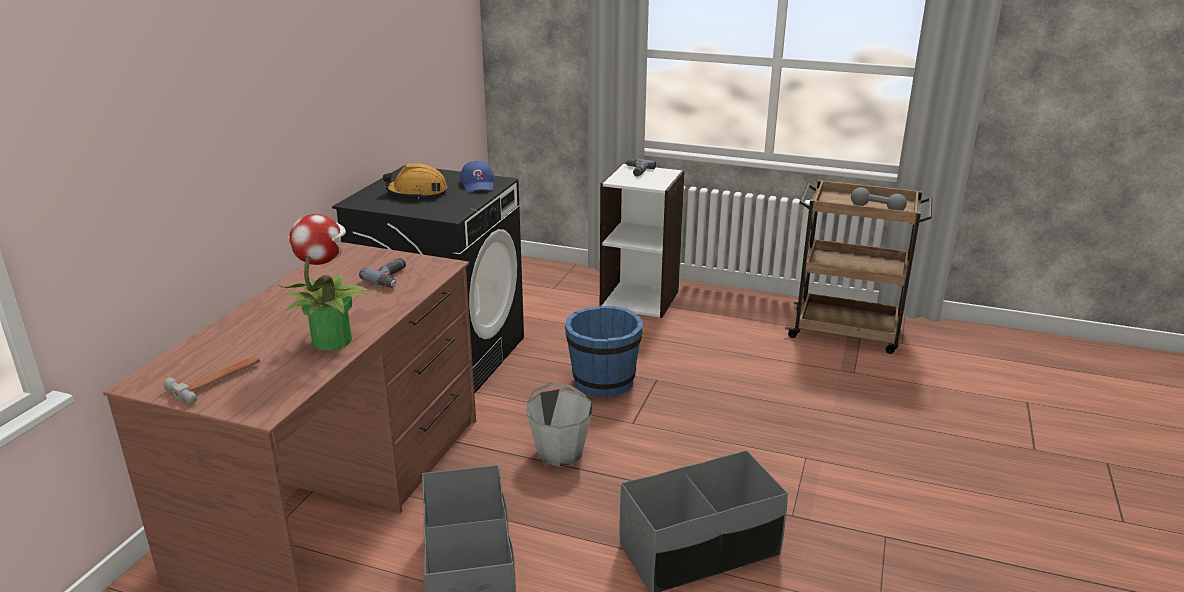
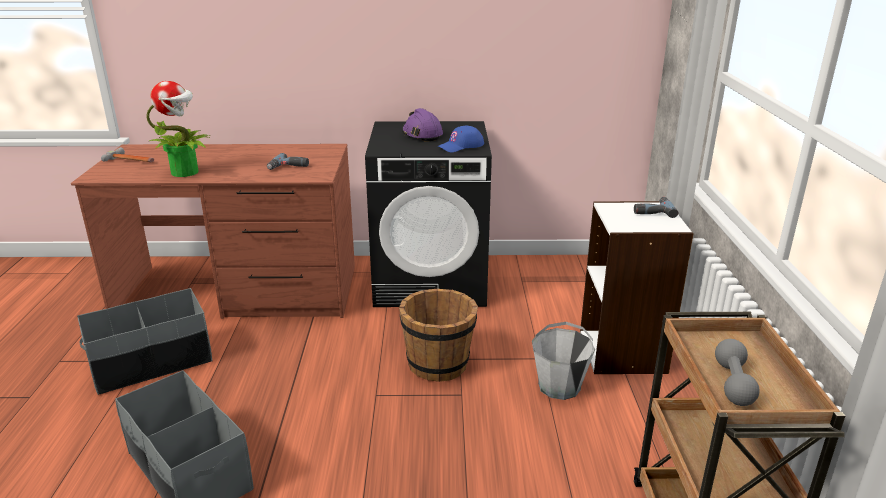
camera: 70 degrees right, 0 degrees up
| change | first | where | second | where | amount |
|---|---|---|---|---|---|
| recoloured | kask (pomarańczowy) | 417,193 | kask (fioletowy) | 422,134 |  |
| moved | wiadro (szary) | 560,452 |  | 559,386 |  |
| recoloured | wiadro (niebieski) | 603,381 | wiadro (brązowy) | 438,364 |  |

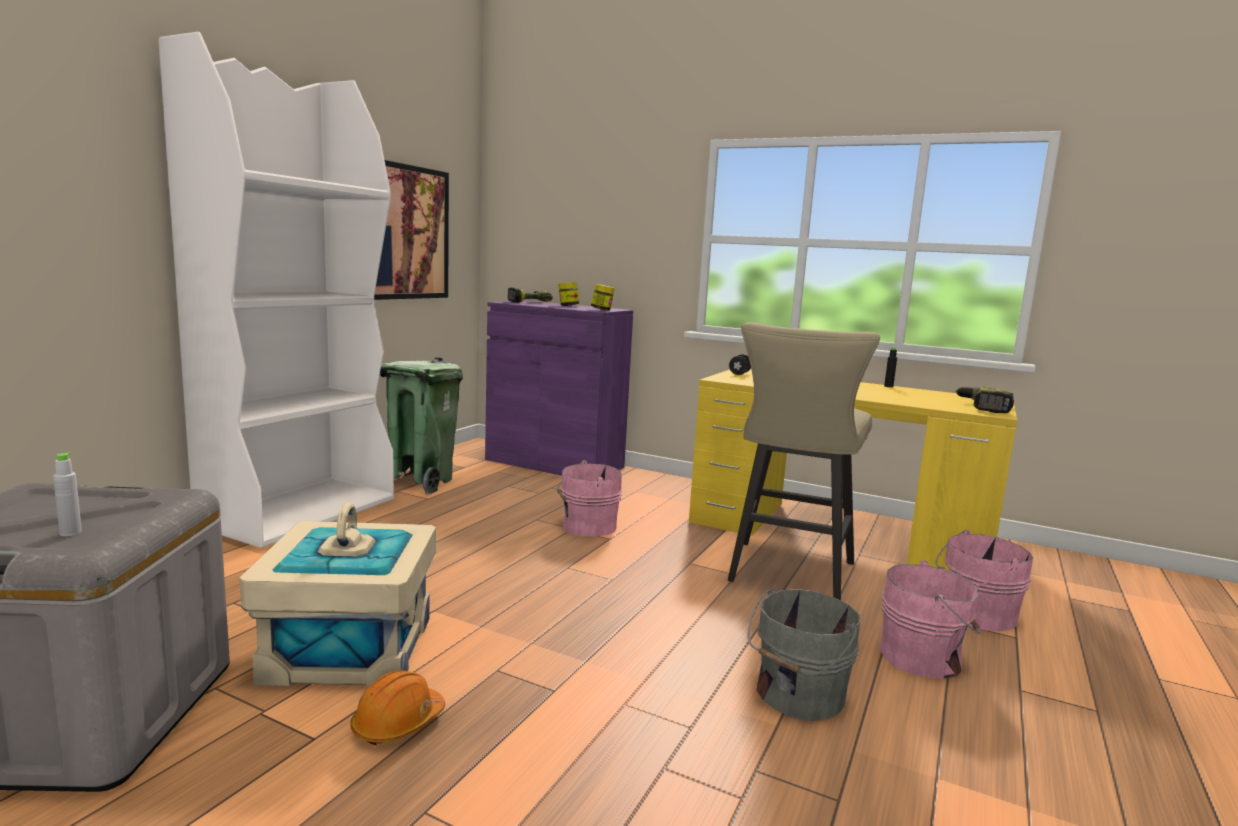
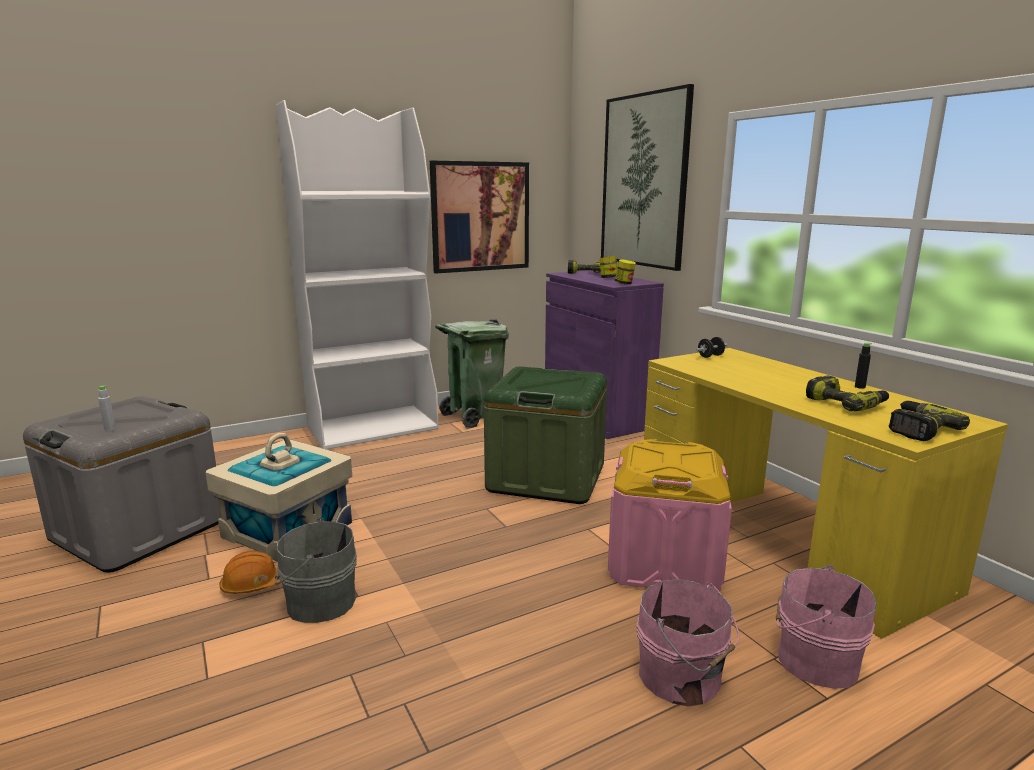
camera: 35 degrees right, 5 degrees up
| change | first | where | second | where | amount |
|---|---|---|---|---|---|
| replaced | wiadro (różowy) | 586,526 | pojemnik do przechowywania (zielony) | 546,477 |  |
| replaced | stołek (beżowy) | 788,575 | pojemnik do przechowywania (różowy) | 663,562 |  |
| moved | wiadro (szary) | 797,695 |  | 318,602 |  |
| added |  |  | obraz | 644,181 |  |
| added |  |  | wiertarka | 846,404 |  |

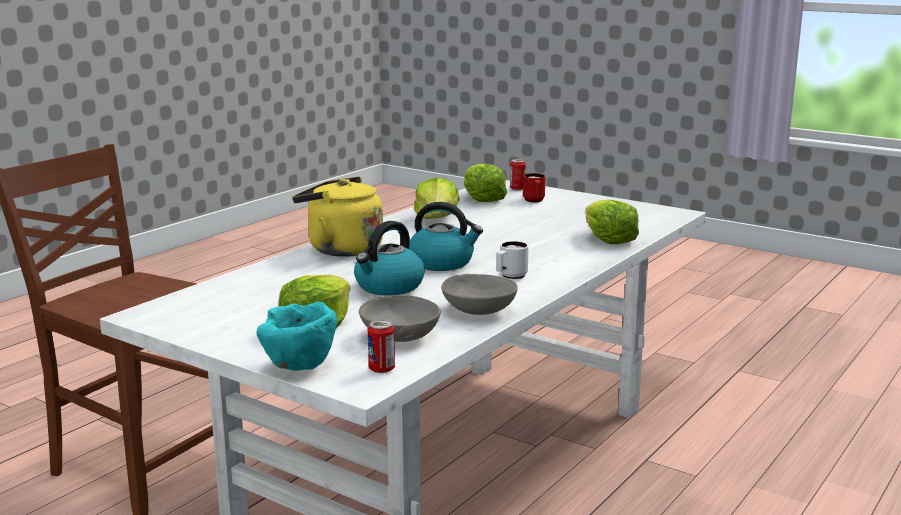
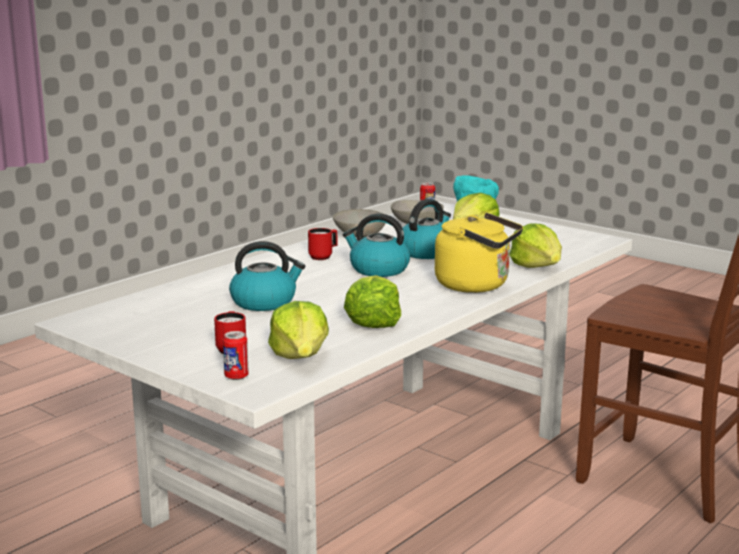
camera: 175 degrees left, 0 degrees up
| change | first | where | second | where | amount |
|---|---|---|---|---|---|
| recoloured | kubek (biały) | 510,277 | kubek (czerwony) | 323,256 |  |
| moved | sałata | 608,240 |  | 537,266 |  |
| added |  |  | czajnik | 264,302 |  |

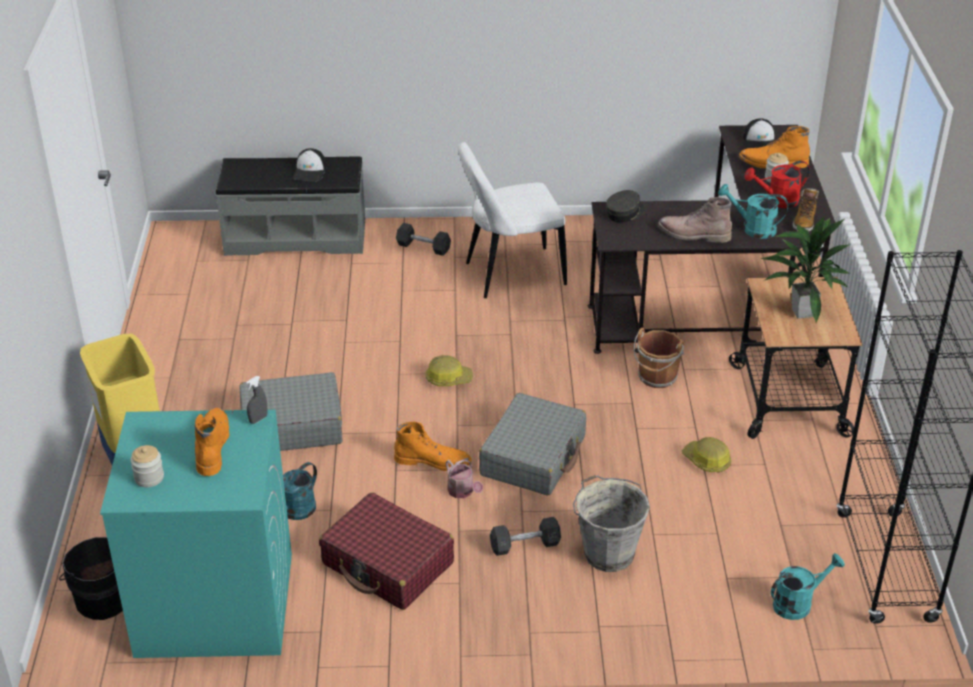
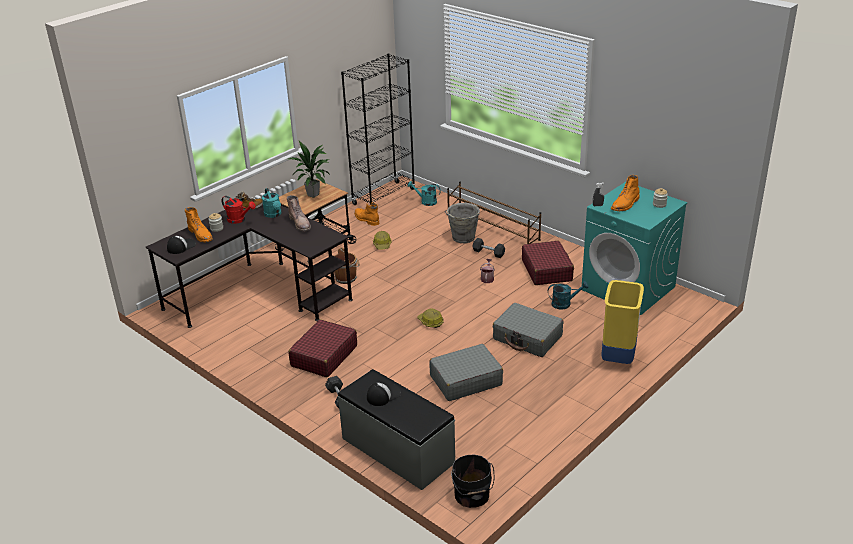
camera: 135 degrees left, 5 degrees down
| change | first | where | second | where | amount |
|---|---|---|---|---|---|
| moved | wiadro (czarny) | 101,597 |  | 472,496 |  |
| moved | but z cholewką (pomarańczowy) | 433,461 |  | 366,219 |  |
| replaced | krzesło (biały) | 510,274 | walizka (czerwony) | 324,356 |  |
| moved | walizka (szary) | 533,456 |  | 465,380 |  |
| removed | czapka z daszkiem (szary) | 625,213 |  |  |  |
| added |  |  | regał na buty (brązowy) | 493,227 |  |

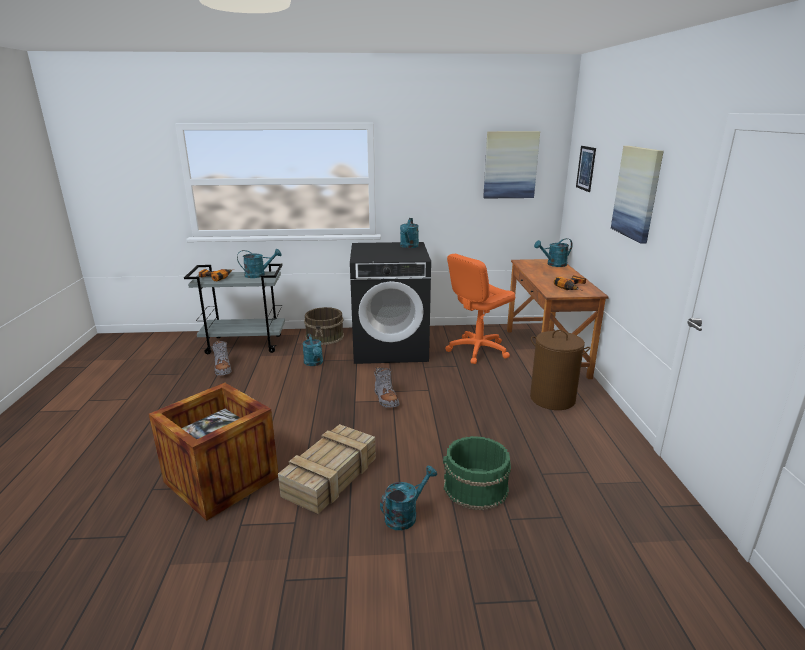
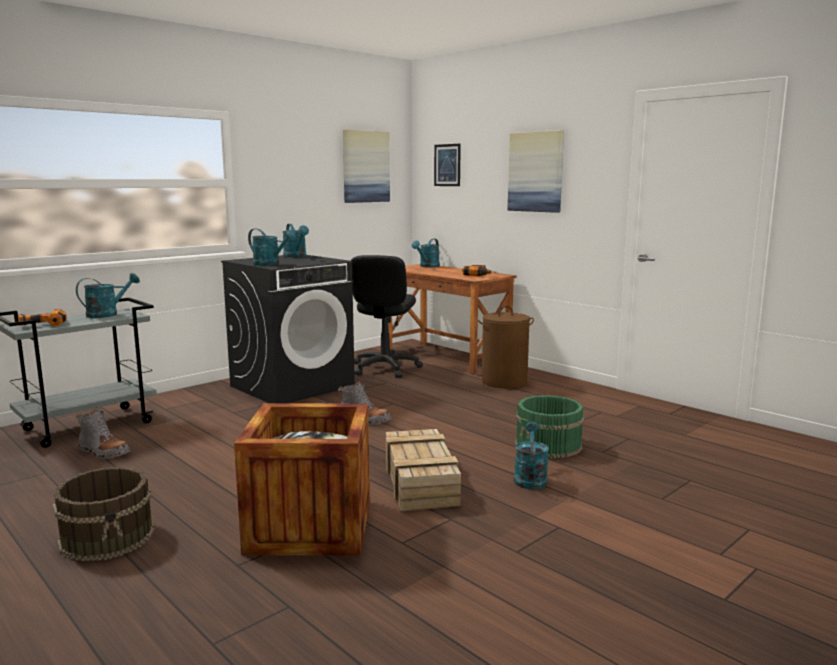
camera: 40 degrees left, 10 degrees down
| change | first | where | second | where | amount |
|---|---|---|---|---|---|
| moved | konewka (turkusowy) | 314,363 |  | 270,264 |  |
| moved | wiadro (brązowy) | 325,336 |  | 108,536 |  |
| recoloured | krzesło biurowe (pomarańczowy) | 477,350 | krzesło biurowe (czarny) | 385,368 |  |

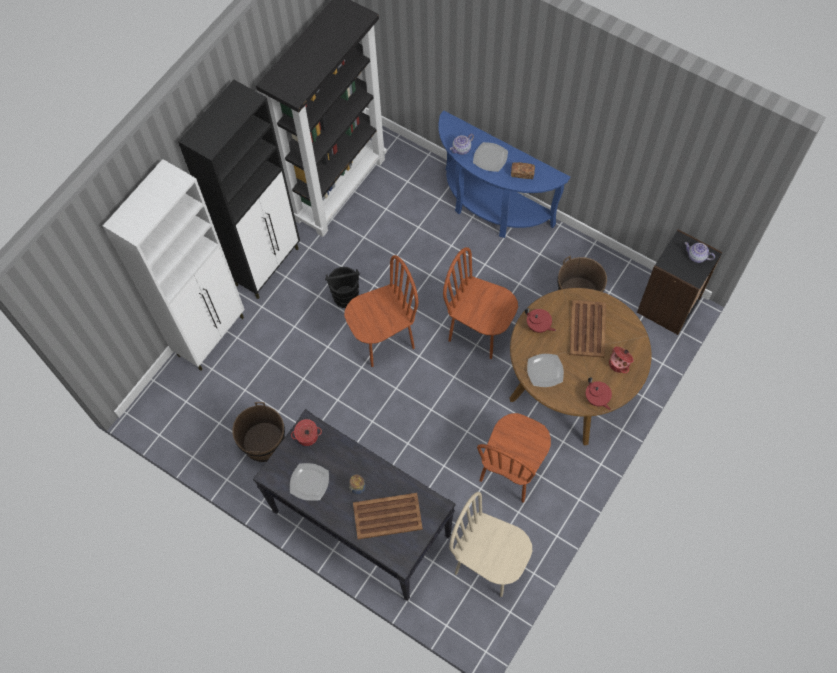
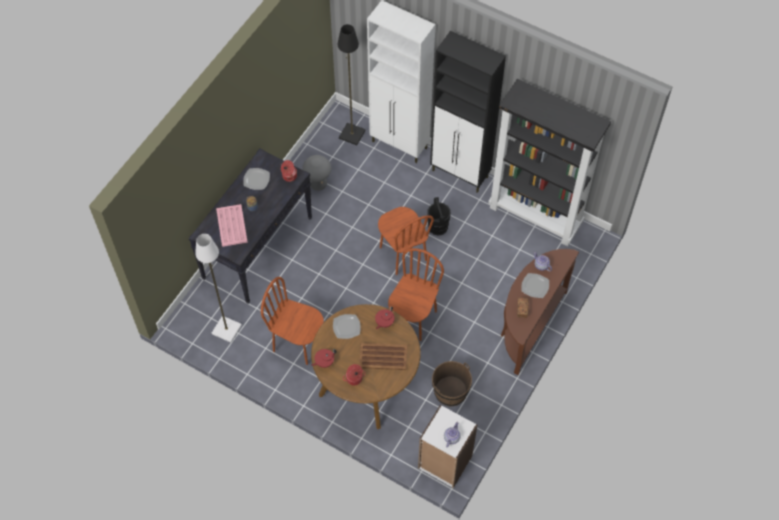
camera: 85 degrees right, 5 degrees down
| change | first | where | second | where | amount |
|---|---|---|---|---|---|
| replaced | wiadro (brązowy) | 263,442 | stołek (szary) | 318,184 |  |
| recoloured | taca (brązowy) | 386,516 | taca (różowy) | 232,225 |  |
| recoloured | stolik konsolowy (niebieski) | 491,208 | stolik konsolowy (brązowy) | 528,325 |  |
| replaced | krzesło (beżowy) | 489,563 | lampa stojąca (biały) | 227,329 |  |
| recoloured | regał (czarny) | 669,306 | regał (biały) | 444,462 |  |
| added |  |  | lampa stojąca (czarny) | 351,135 |  |

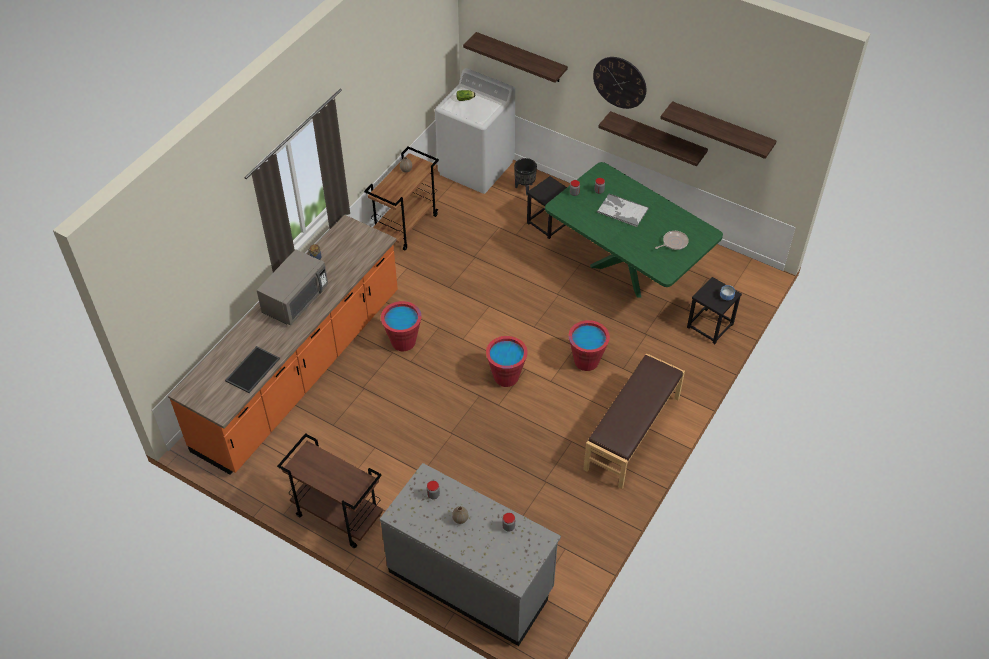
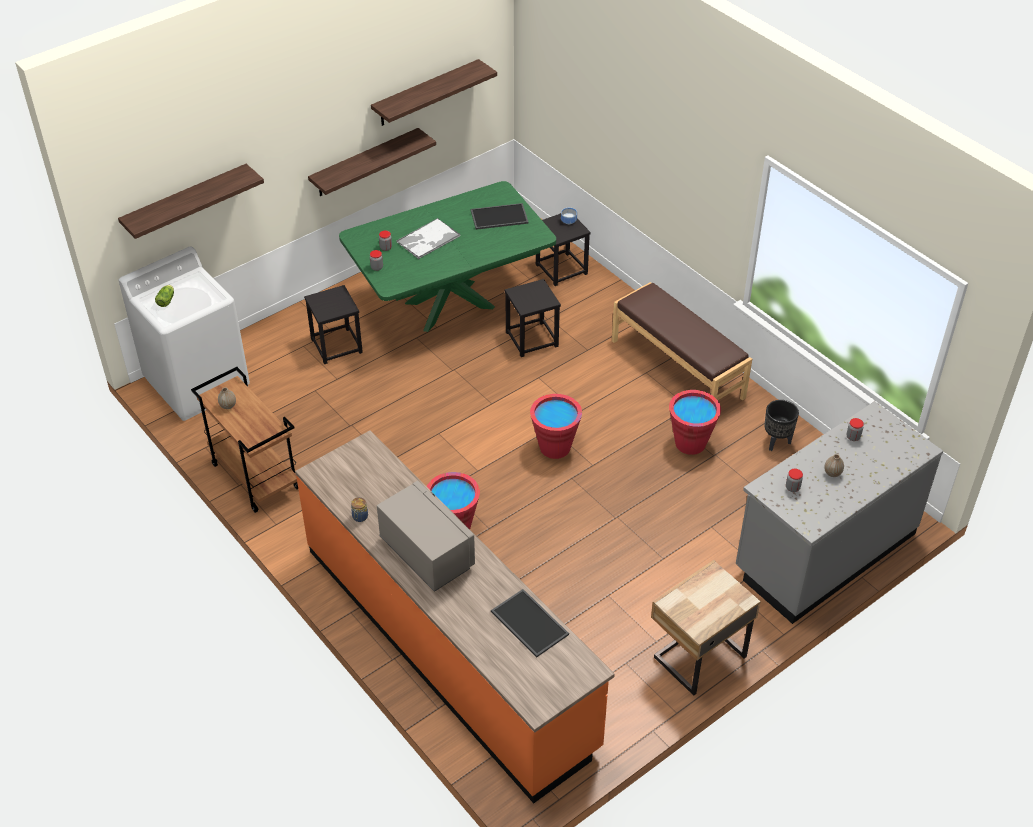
camera: 70 degrees left, 5 degrees down
| change | first | where | second | where | amount |
|---|---|---|---|---|---|
| replaced | wózek (brązowy) | 337,516 | szafka nocna (beżowy) | 697,656 |  |
| moved | donica (czarny) | 524,189 |  | 776,442 |  |
| moved | wiadro (czerwony) | 586,361 |  | 690,443 |  |
| removed | zegar ścienny | 620,82 |  |  |  |
| replaced | patelnia | 673,242 | taca | 499,217 |  |
| added |  |  | stołek (czarny) | 532,339 |  |

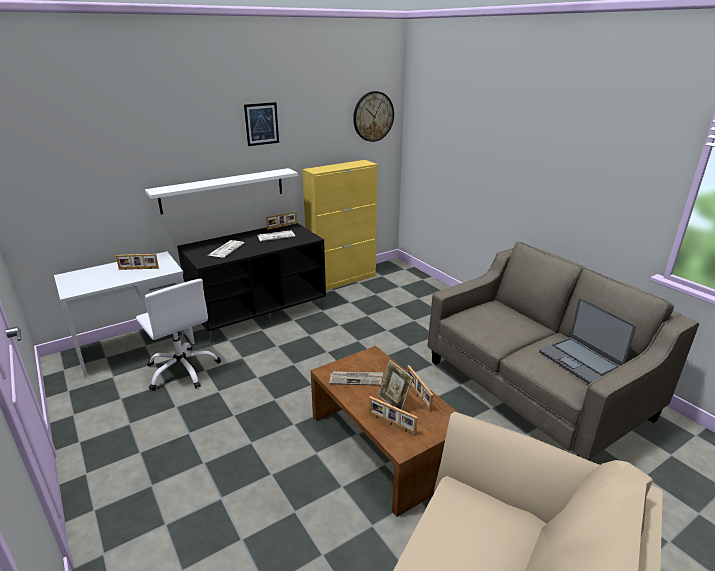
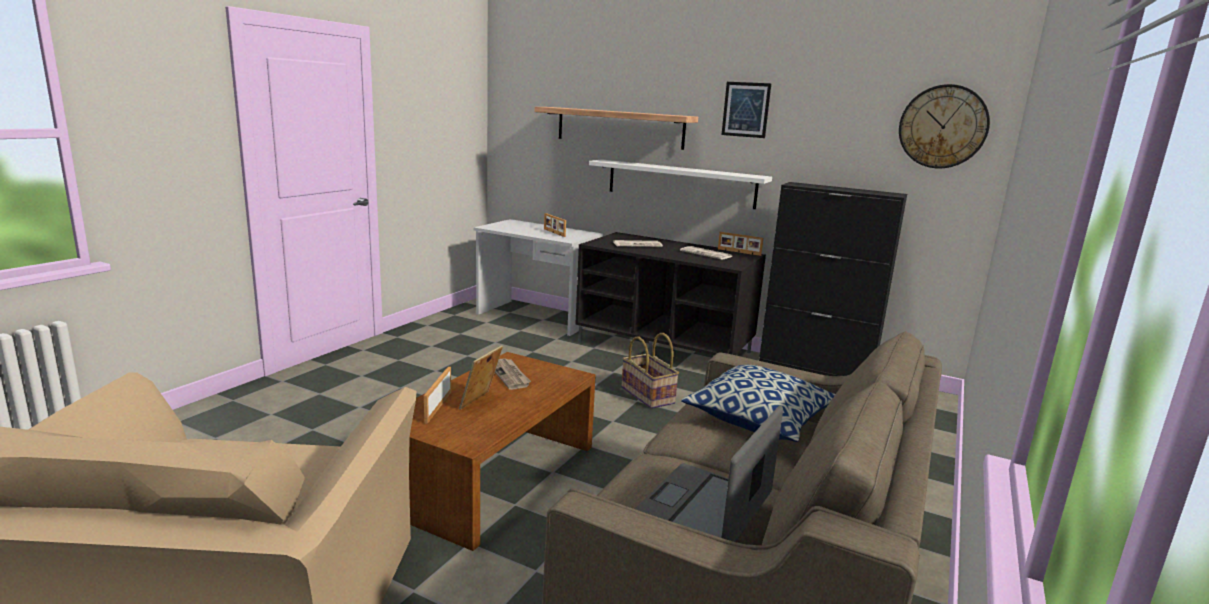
camera: 60 degrees right, 10 degrees down
| change | first | where | second | where | amount |
|---|---|---|---|---|---|
| removed | krzesło biurowe (biały) | 182,370 |  |  |  |
| recoloured | szafka (żółty) | 342,280 | szafka (czarny) | 816,372 |  |
| removed | ramka na zdjęcie | 417,396 |  |  |  |
| added |  |  | półka | 619,127 |  |
| added |  |  | koszyk | 648,395 |  |
| added |  |  | poduszka | 760,420 |  |

